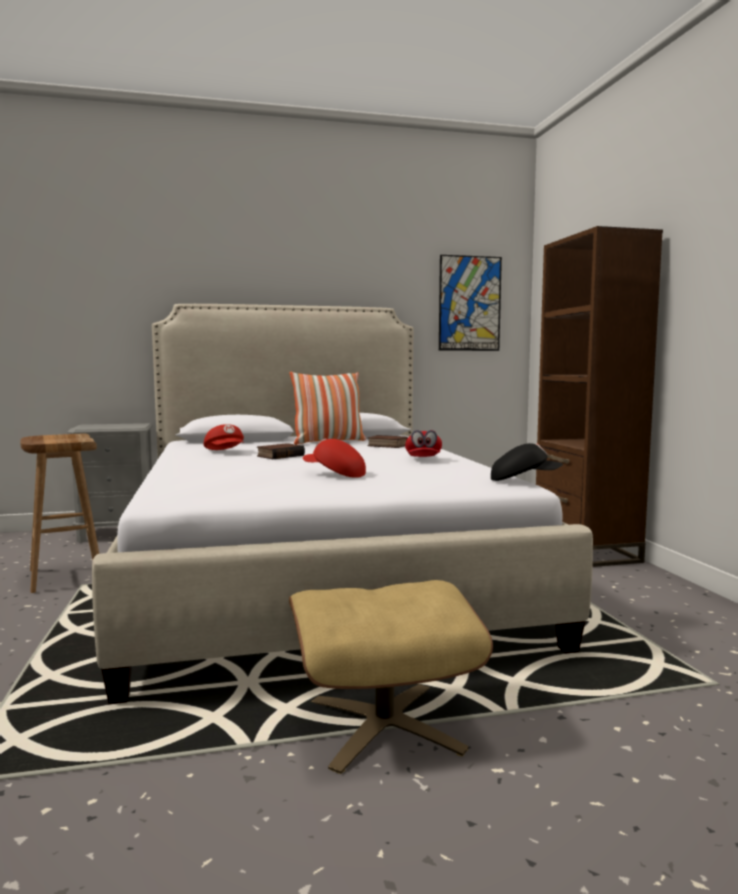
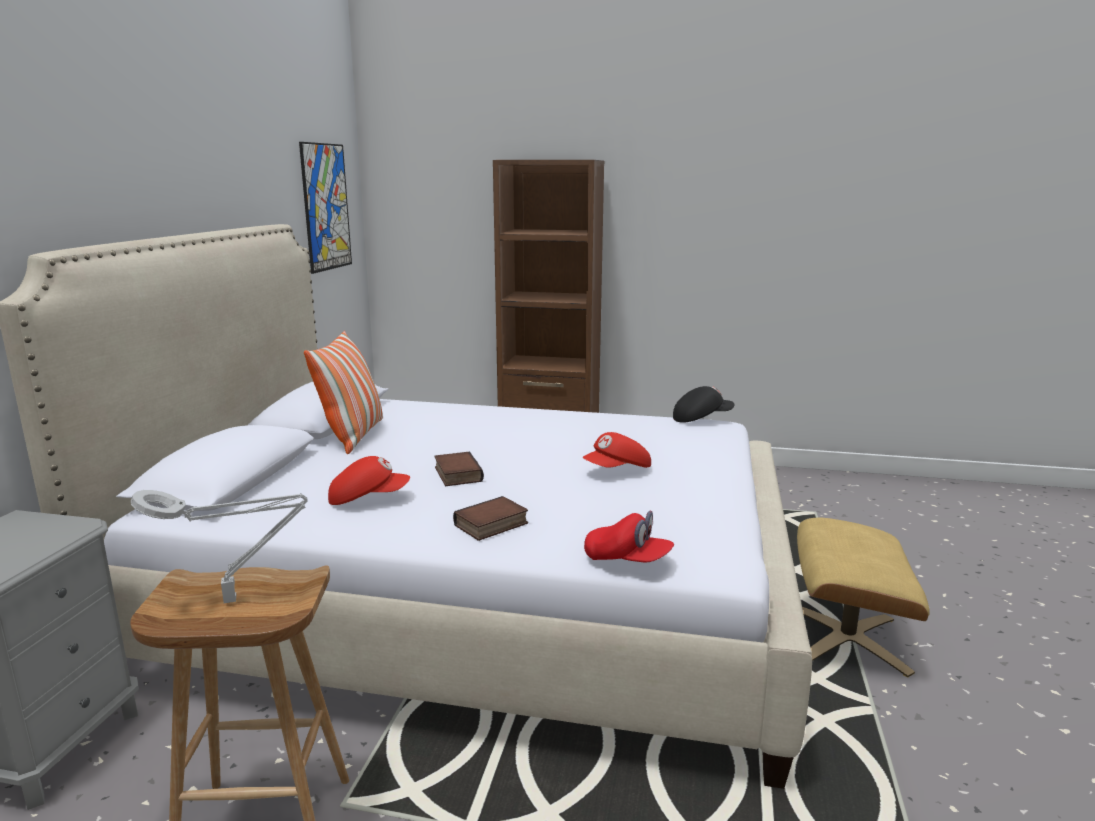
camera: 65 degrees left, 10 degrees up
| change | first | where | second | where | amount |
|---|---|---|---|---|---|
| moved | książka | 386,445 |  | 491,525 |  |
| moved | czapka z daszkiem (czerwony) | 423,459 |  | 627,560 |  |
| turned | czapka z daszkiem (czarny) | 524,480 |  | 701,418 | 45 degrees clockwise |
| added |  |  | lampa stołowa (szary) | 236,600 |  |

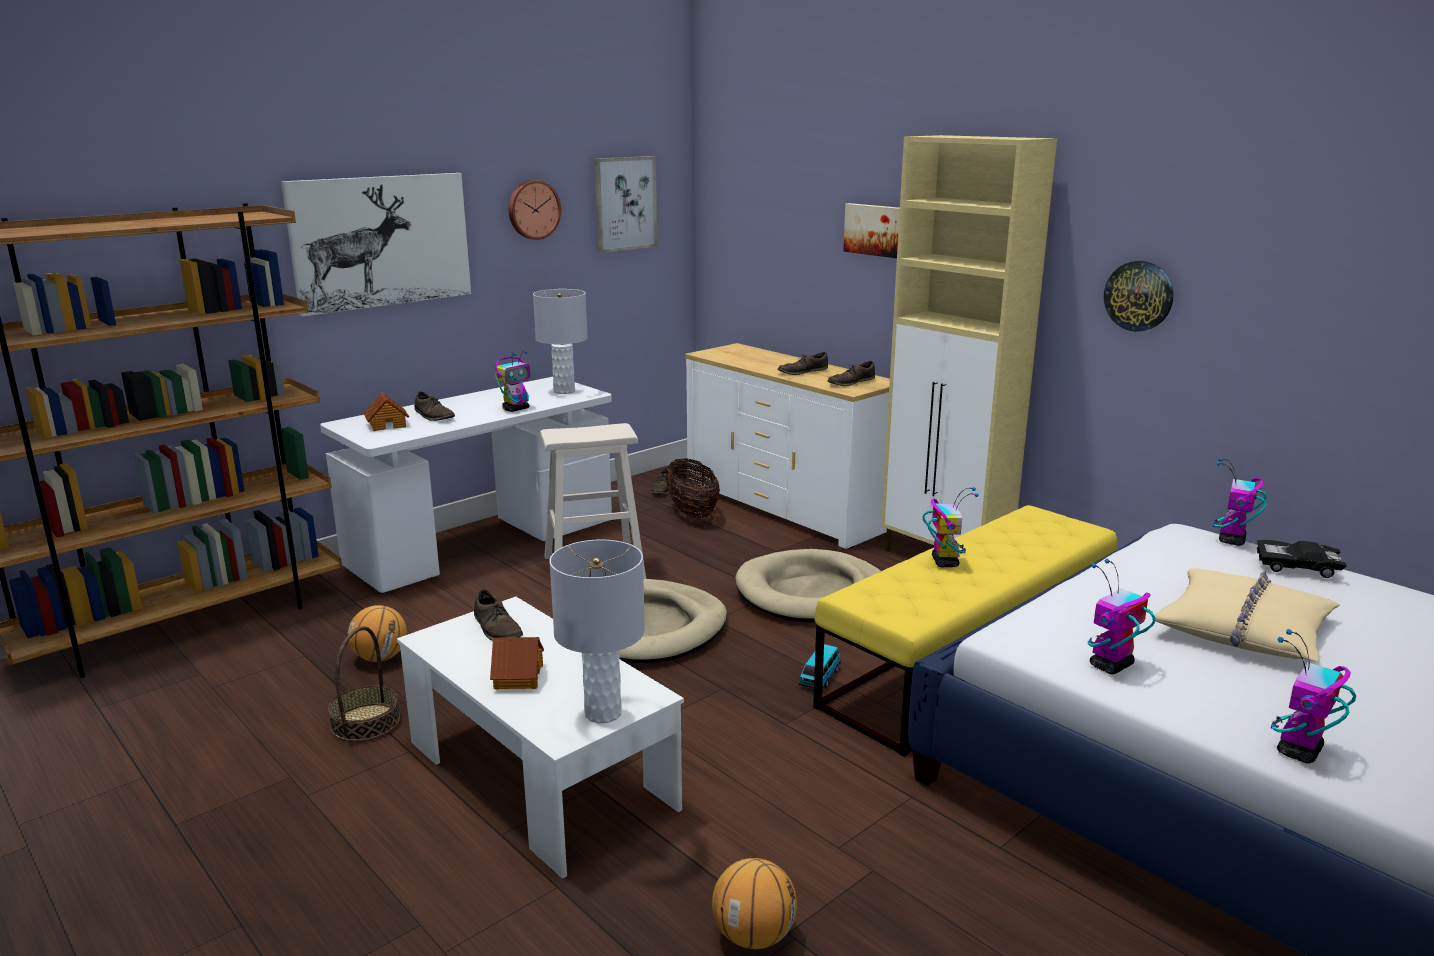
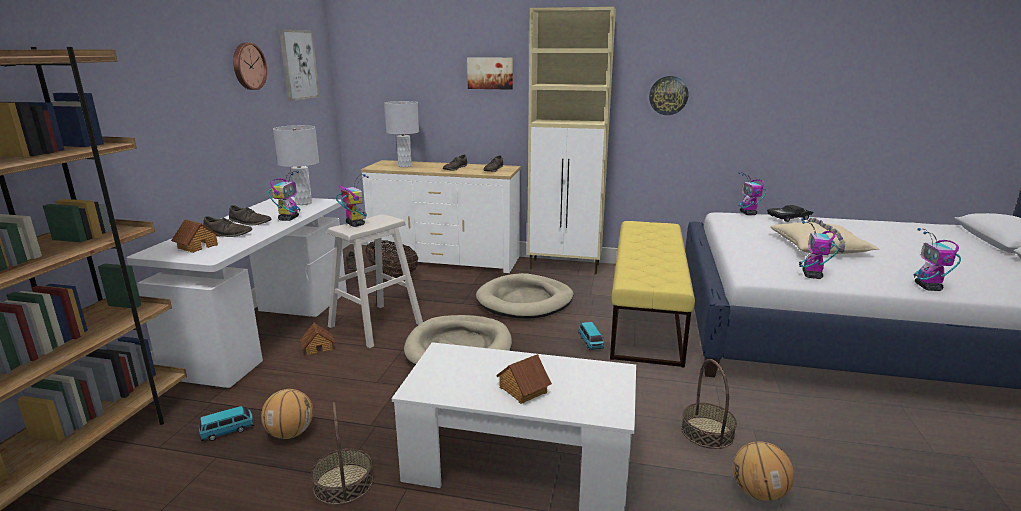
camera: 35 degrees left, 0 degrees up
| change | first | where | second | where | amount |
|---|---|---|---|---|---|
| removed | obraz | 381,241 |  |  |  |
| moved | but (brązowy) | 497,628 |  | 250,222 |  |
| moved | lampa stołowa (szary) | 603,713 |  | 405,166 |  |
| moved | robot zabawkowy | 944,562 |  | 355,224 |  |
| added |  |  | samochodzik | 227,431 |  |
| added |  |  | domek | 318,347 |  |
| added |  |  | koszyk | 707,432 |  |

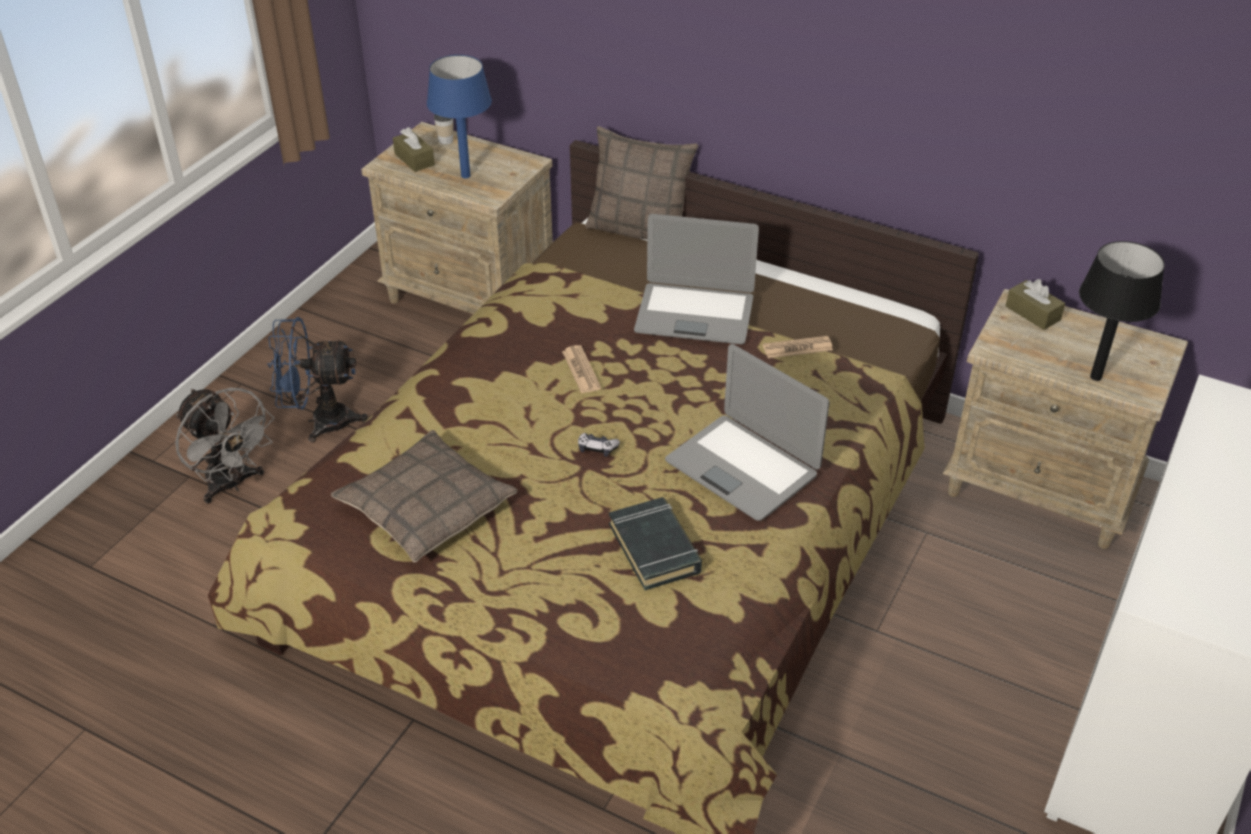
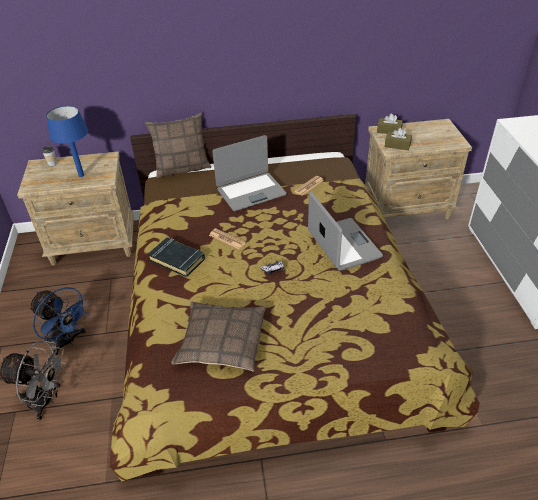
camera: 35 degrees left, 0 degrees up
| change | first | where | second | where | amount |
|---|---|---|---|---|---|
| turned | wentylator (niebieski) | 320,421 |  | 68,341 | 105 degrees counterclockwise |
| moved | pudełko chusteczek (brązowy) | 414,159 |  | 397,145 |  |
| moved | książka (czarny) | 655,548 |  | 177,259 |  |
| turned | laptop | 743,467 |  | 343,245 | 120 degrees counterclockwise |
| removed | lampa stołowa (czarny) | 1095,376 |  |  |  |

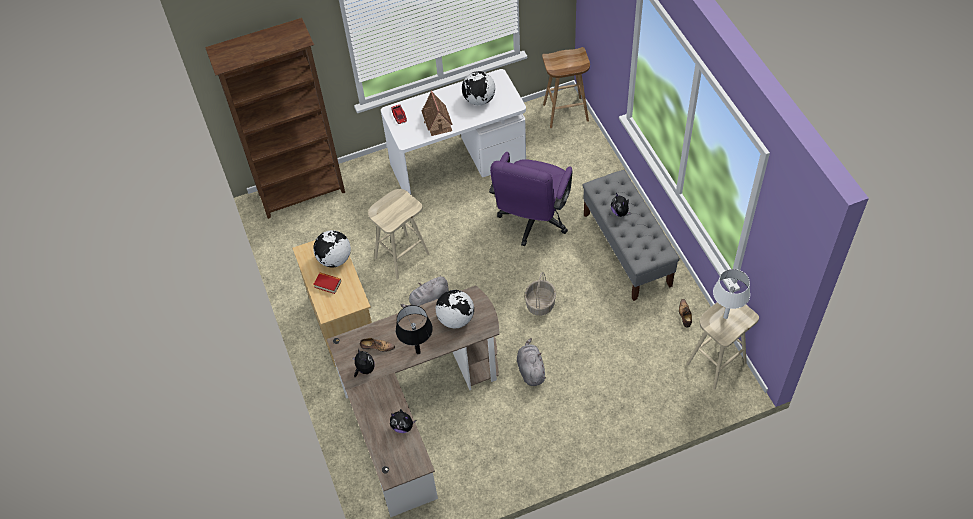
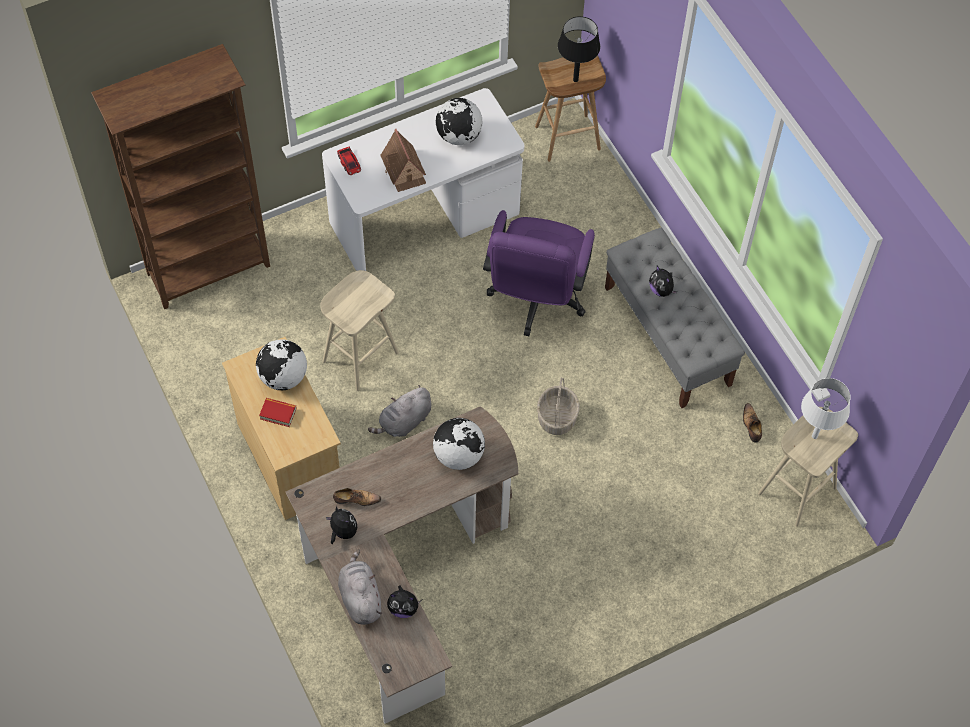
camera: 10 degrees left, 5 degrees up
| change | first | where | second | where | amount |
|---|---|---|---|---|---|
| moved | lampa stołowa (czarny) | 418,352 |  | 575,80 |  |
| moved | pluszak (szary) | 530,369 |  | 360,597 |  |

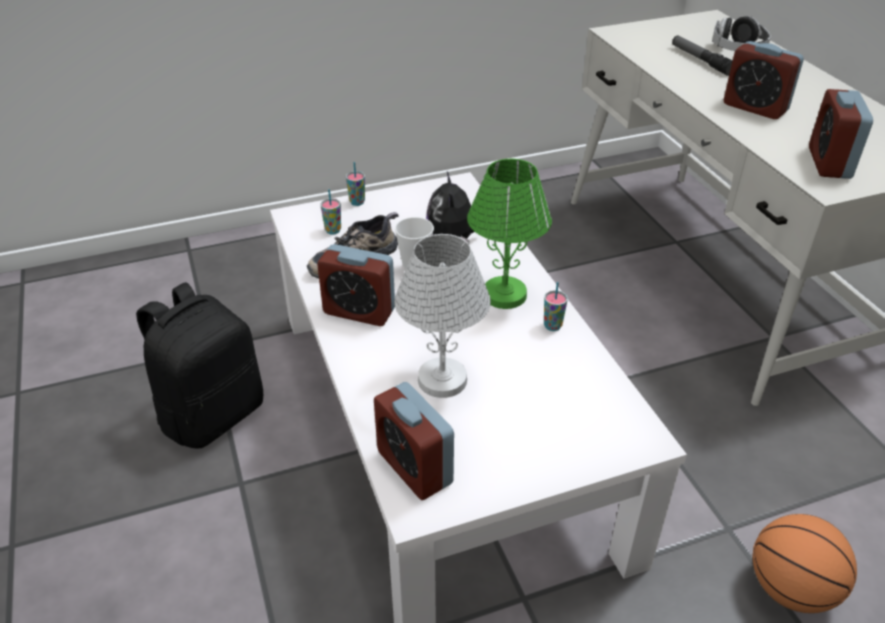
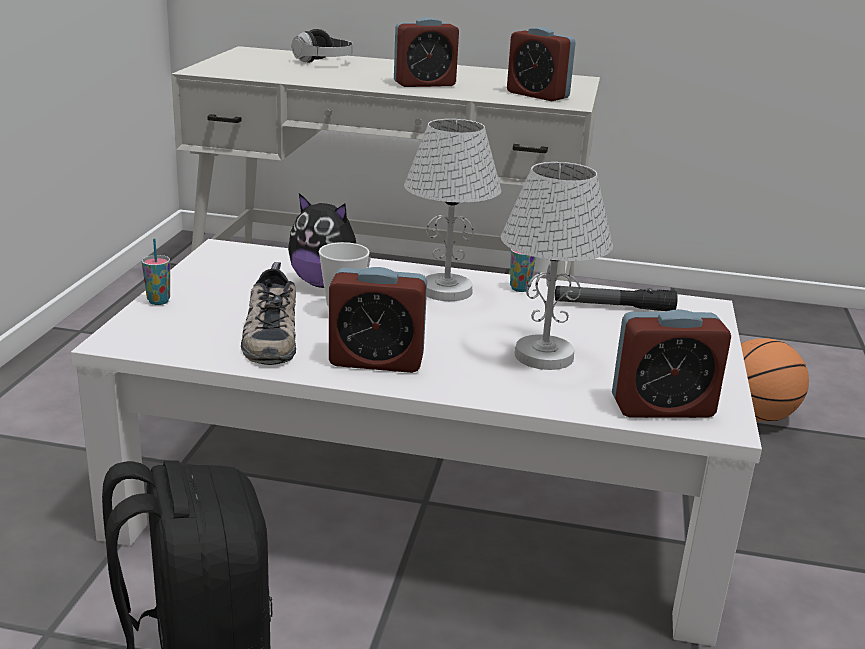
camera: 60 degrees left, 15 degrees down
| change | first | where | second | where | amount |
|---|---|---|---|---|---|
| turned | budzik | 359,311 |  | 376,361 | 45 degrees clockwise |
| removed | filiżanka | 333,230 |  |  |  |
| recoloured | lampa stołowa (zielony) | 504,294 | lampa stołowa (biały) | 445,290 |  |
| moved | latarka | 701,60 |  | 613,306 |  |

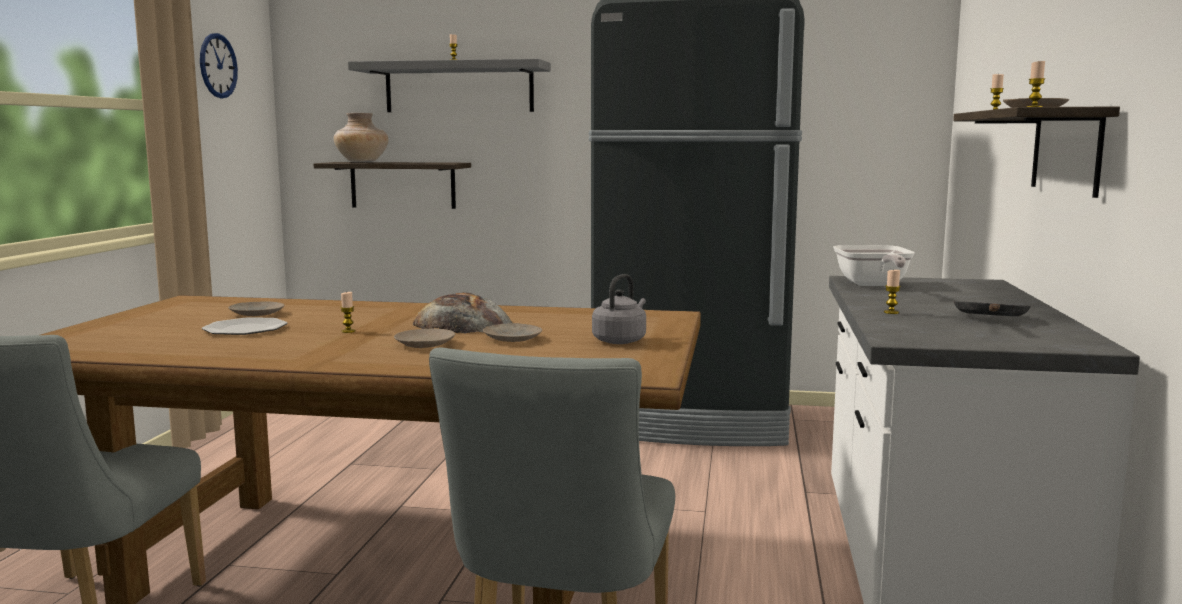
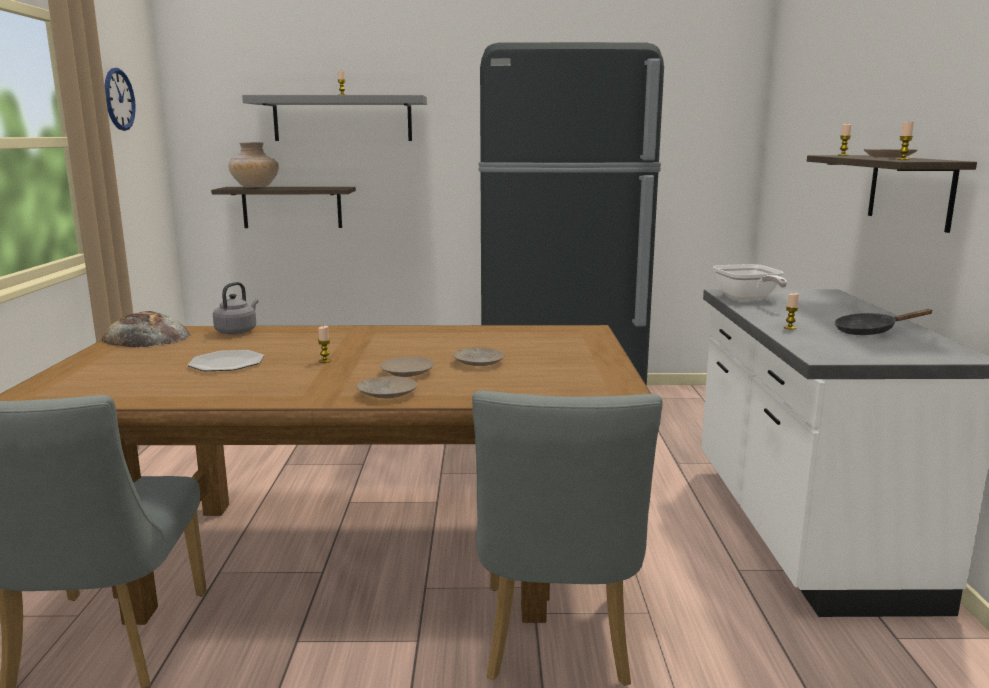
camera: 10 degrees left, 5 degrees up
| change | first | where | second | where | amount |
|---|---|---|---|---|---|
| moved | talerz (beżowy) | 256,314 |  | 386,394 |  |
| moved | chleb | 462,324 |  | 146,337 |  |
| moved | czajnik (szary) | 620,340 |  | 237,331 |  |
| turned | patelnia (czarny) | 991,319 |  | 870,331 | 105 degrees counterclockwise |

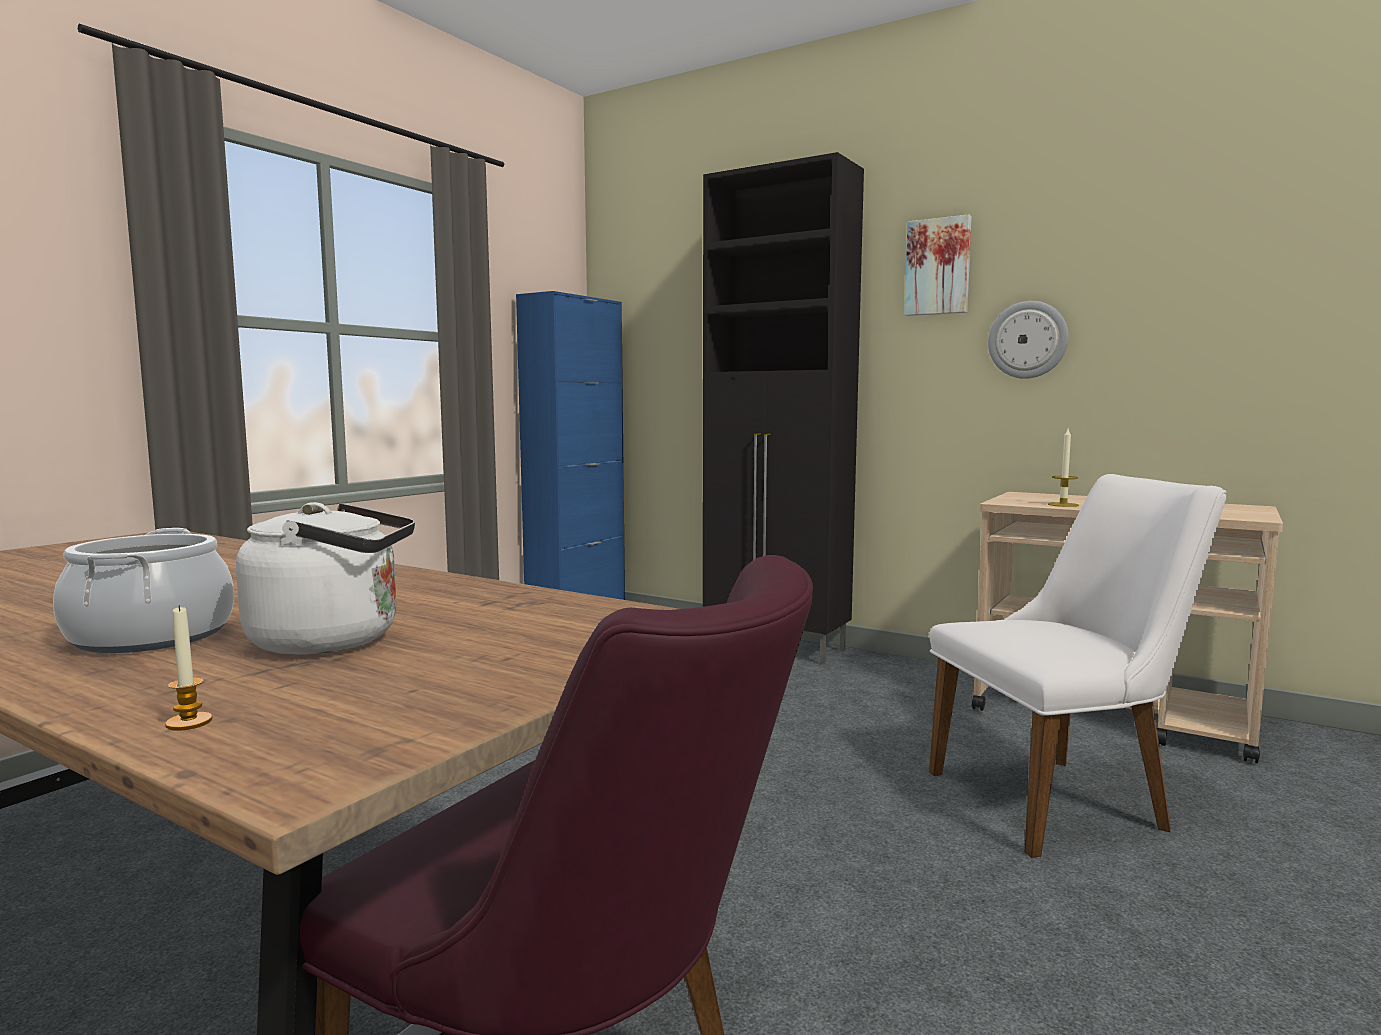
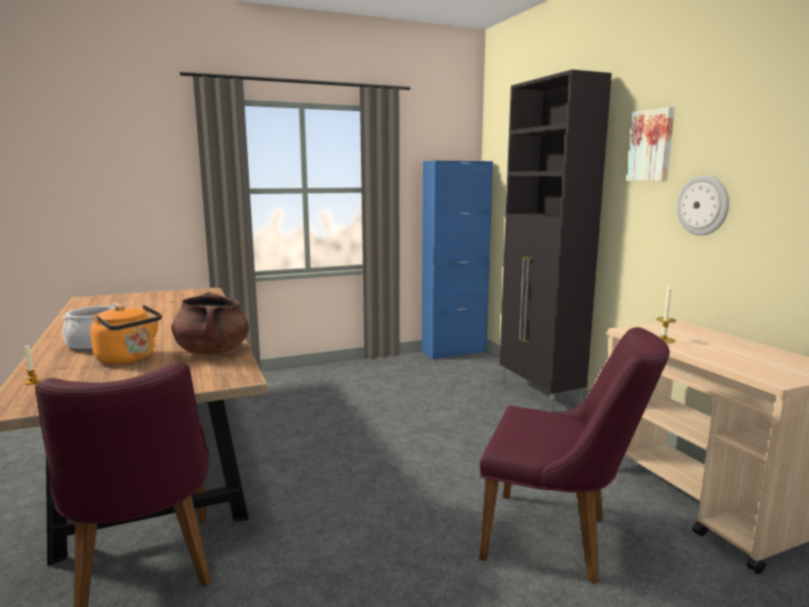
camera: 35 degrees right, 5 degrees up
| change | first | where | second | where | amount |
|---|---|---|---|---|---|
| recoloured | czajnik (biały) | 335,640 | czajnik (pomarańczowy) | 129,358 |  |
| recoloured | krzesło (biały) | 1064,799 | krzesło (fioletowy) | 559,539 |  |
| added |  |  | garnek (brązowy) | 212,351 |  |

